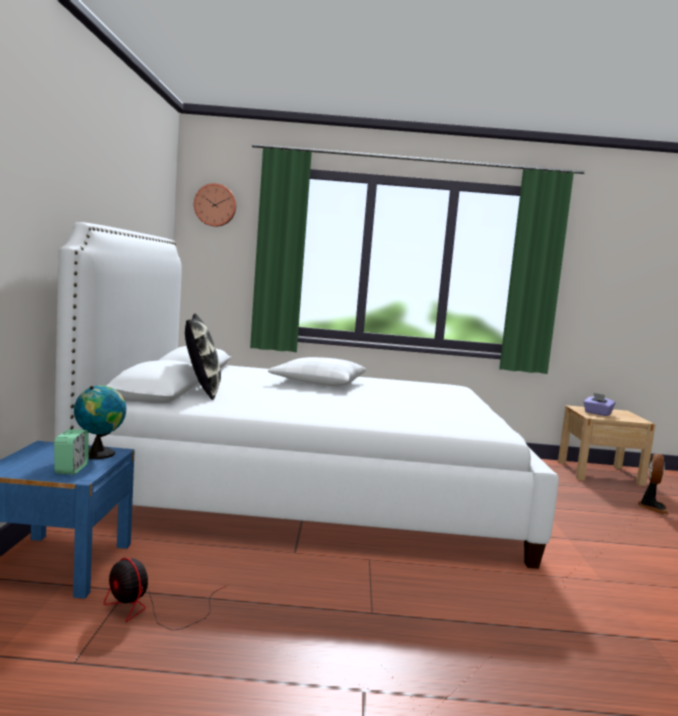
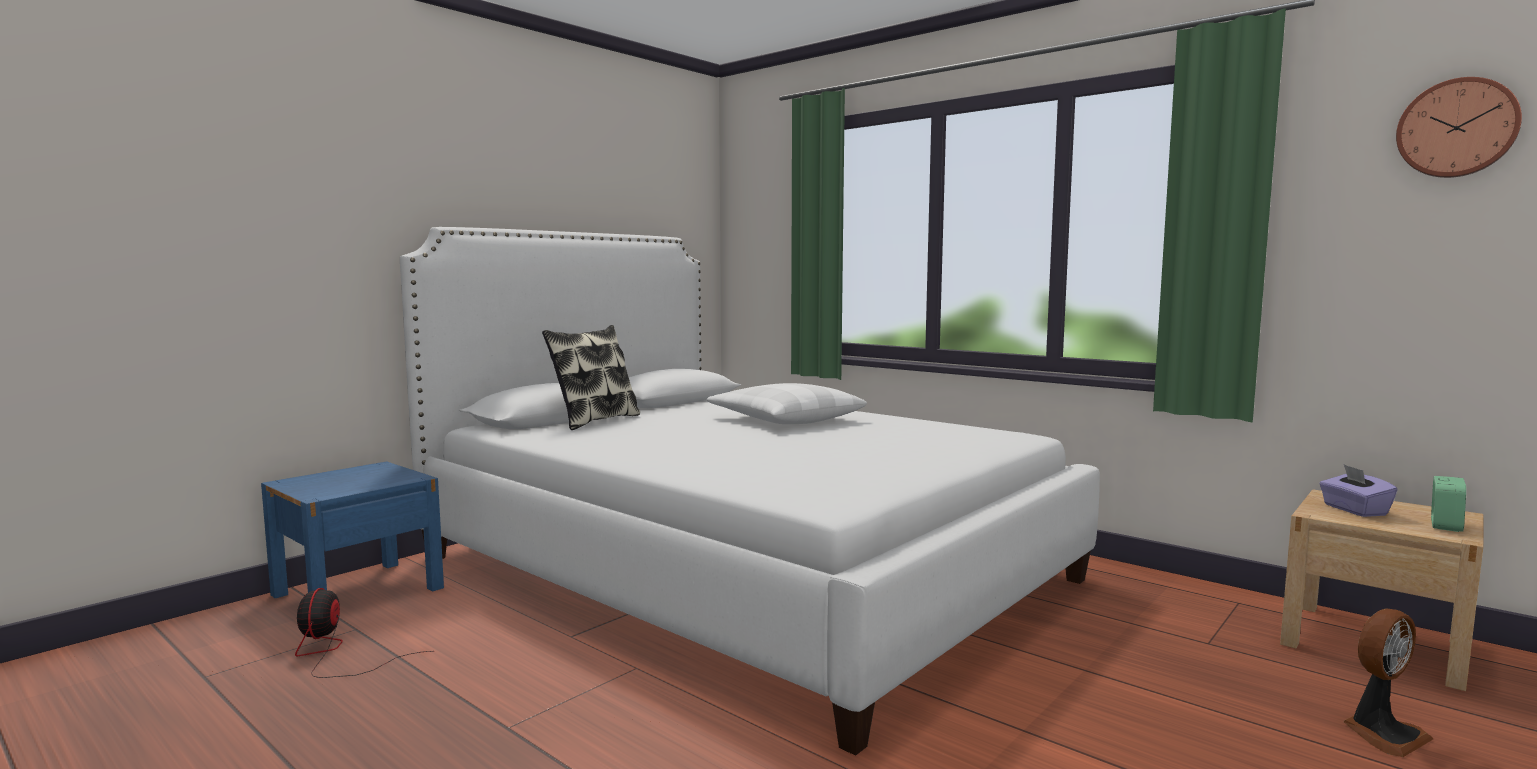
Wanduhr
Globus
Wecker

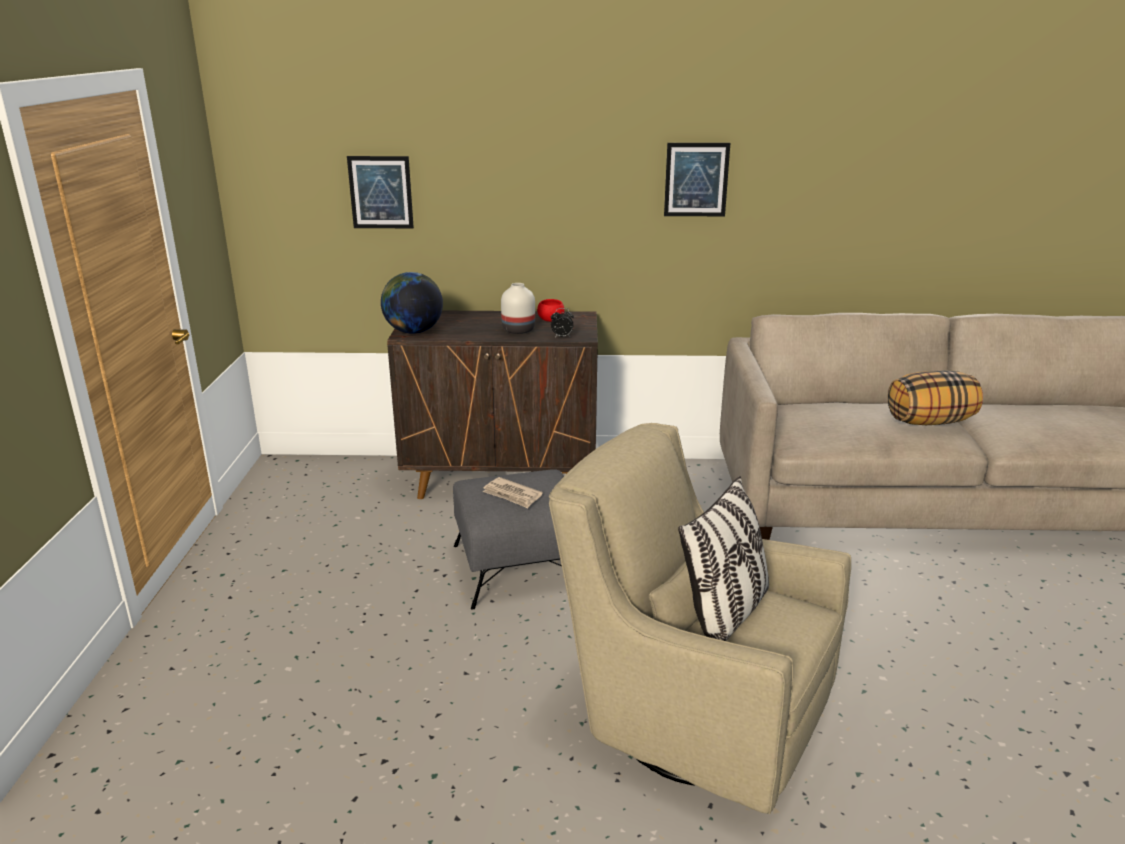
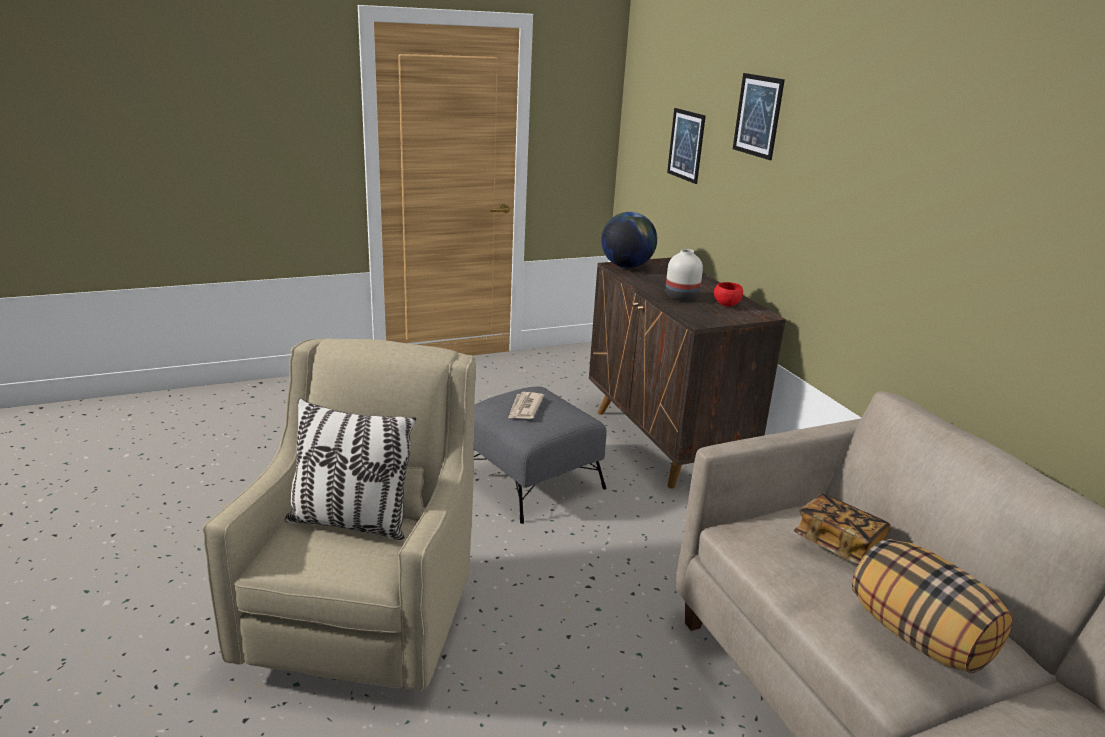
Bild (2nd from left)
Wecker
Buch

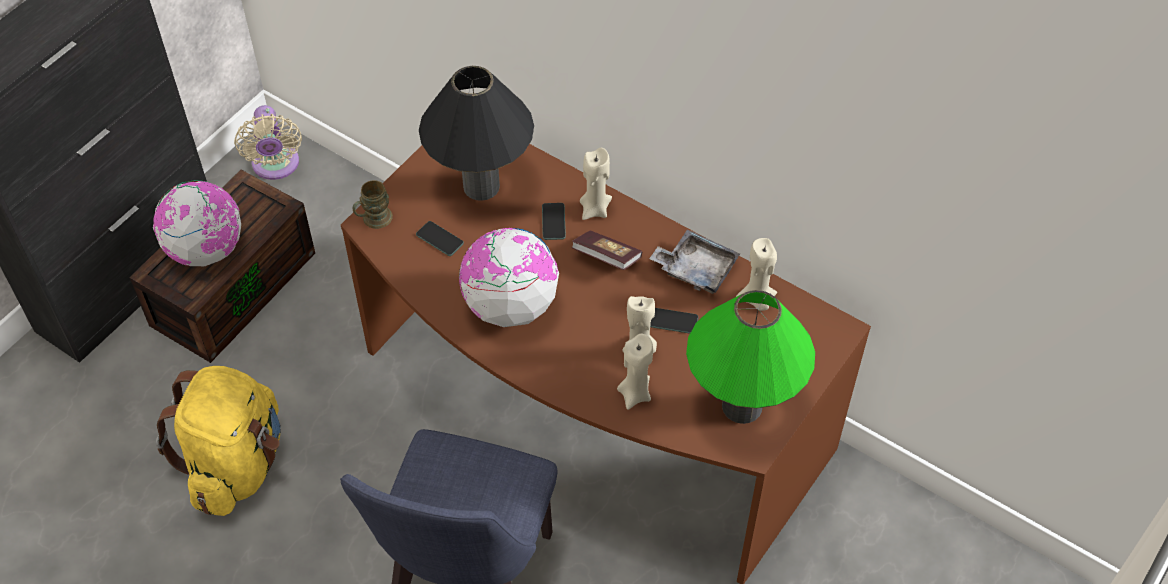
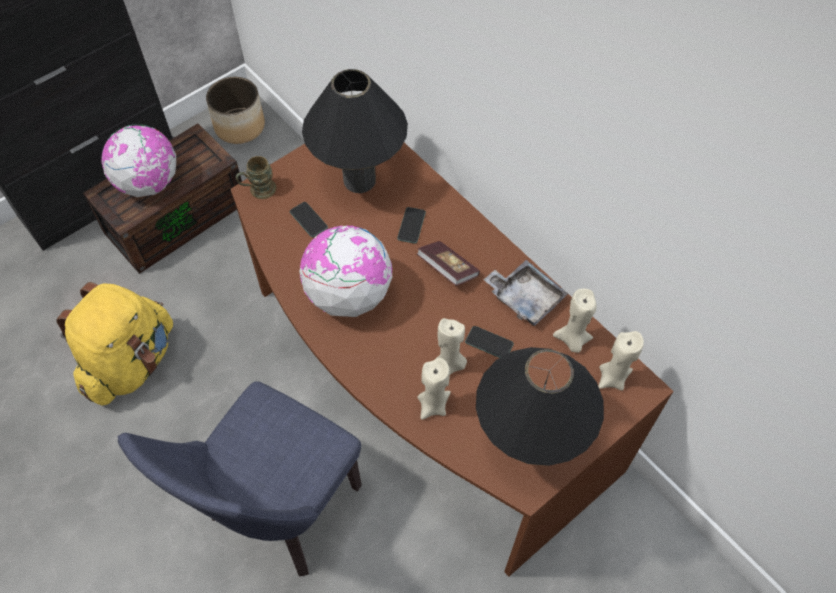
Pflanzkübel
Kerze [beige] (4th from left)
Tischlampe [schwarz] (2nd from left)

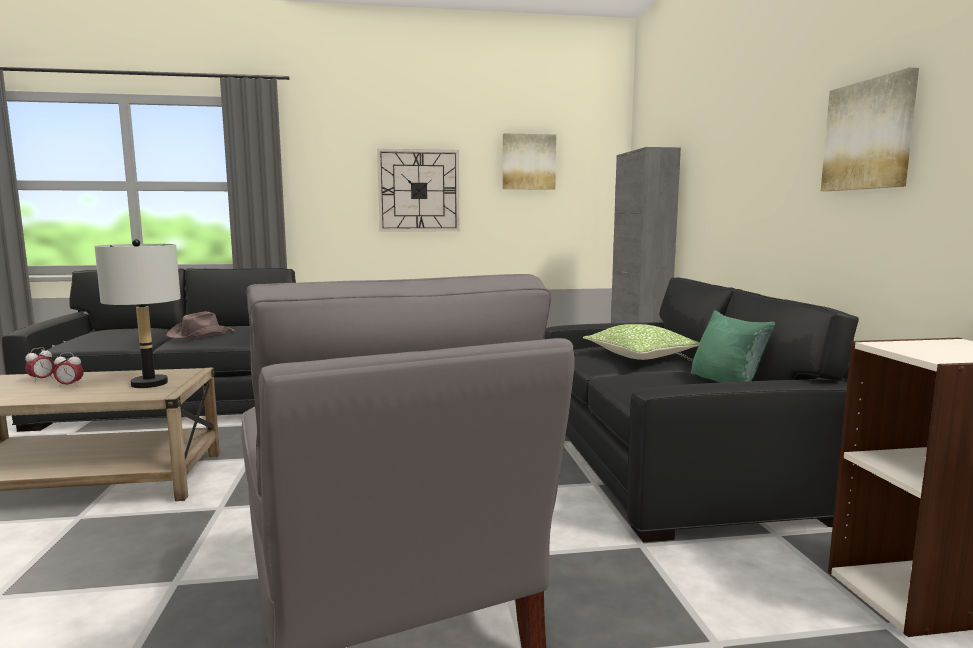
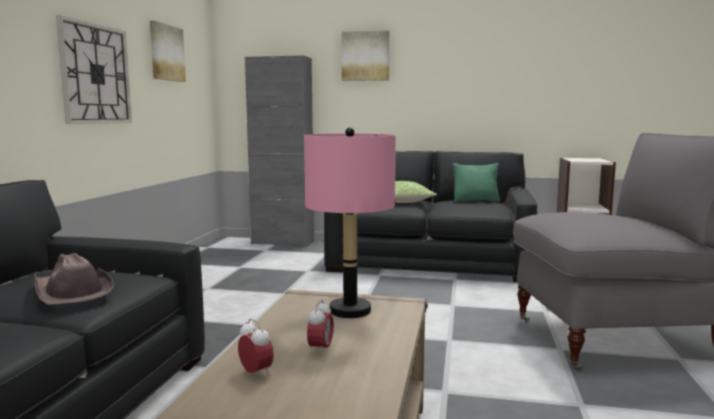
Bild (2nd from left)
Tischlampe [rosa]

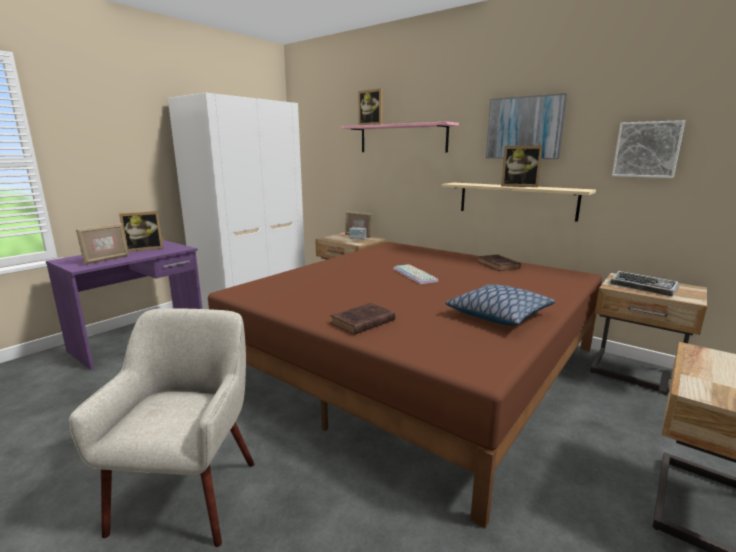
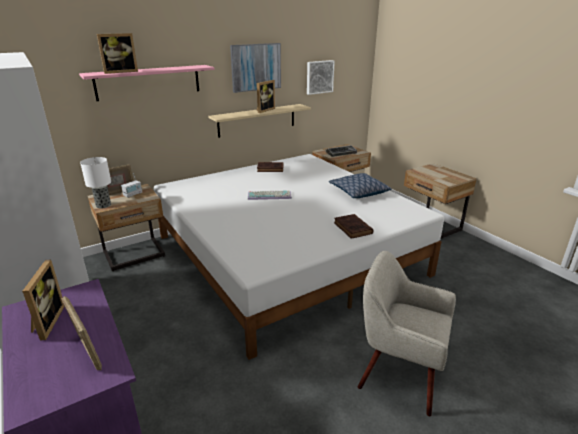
Bett [weiß]
Tischlampe

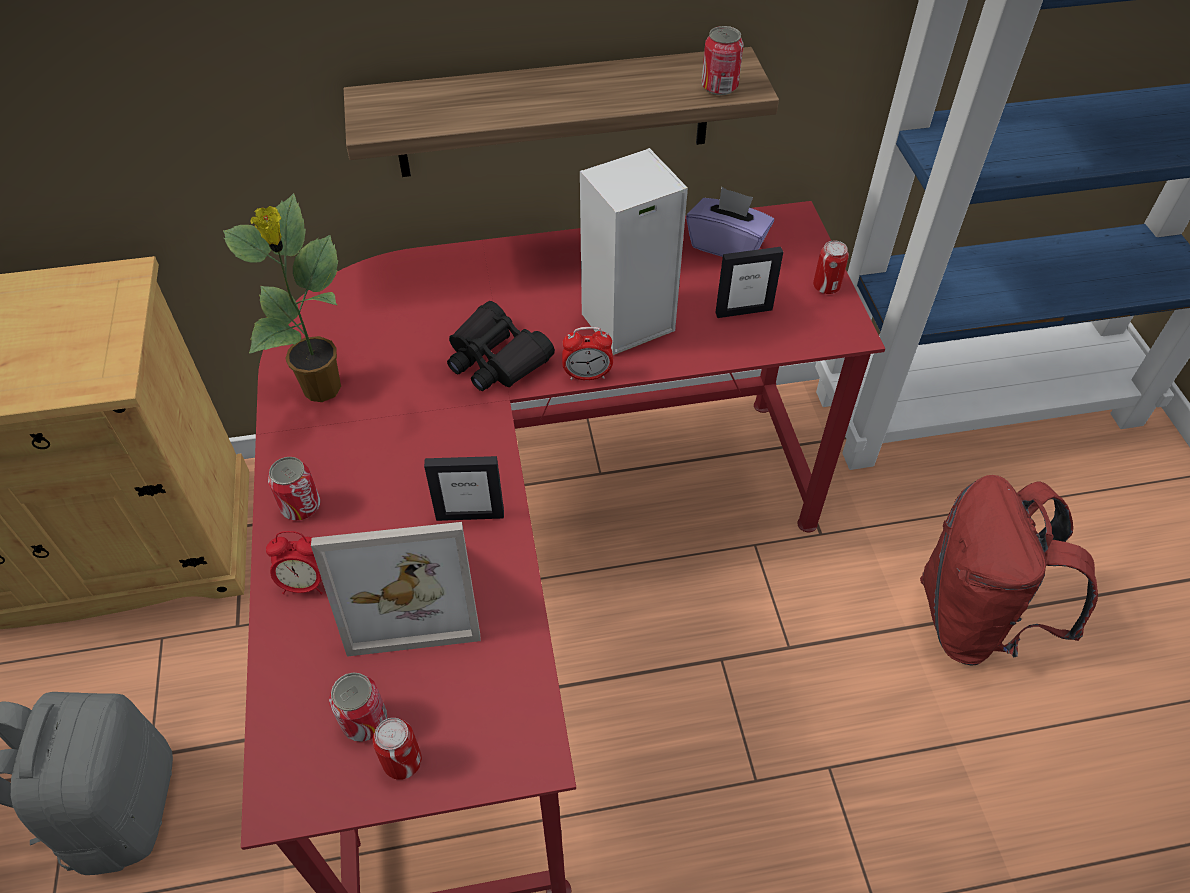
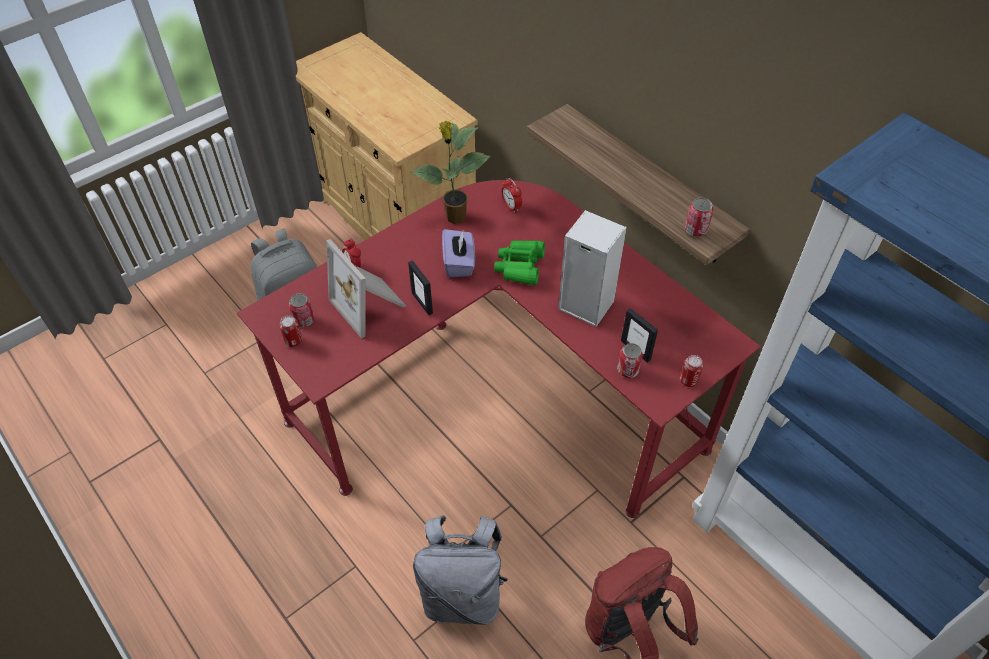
Taschentuchbox [lila]
Fernglas [grün]
Wecker (2nd from left)
Dose (3rd from left)
Rucksack [grau] (2nd from left)

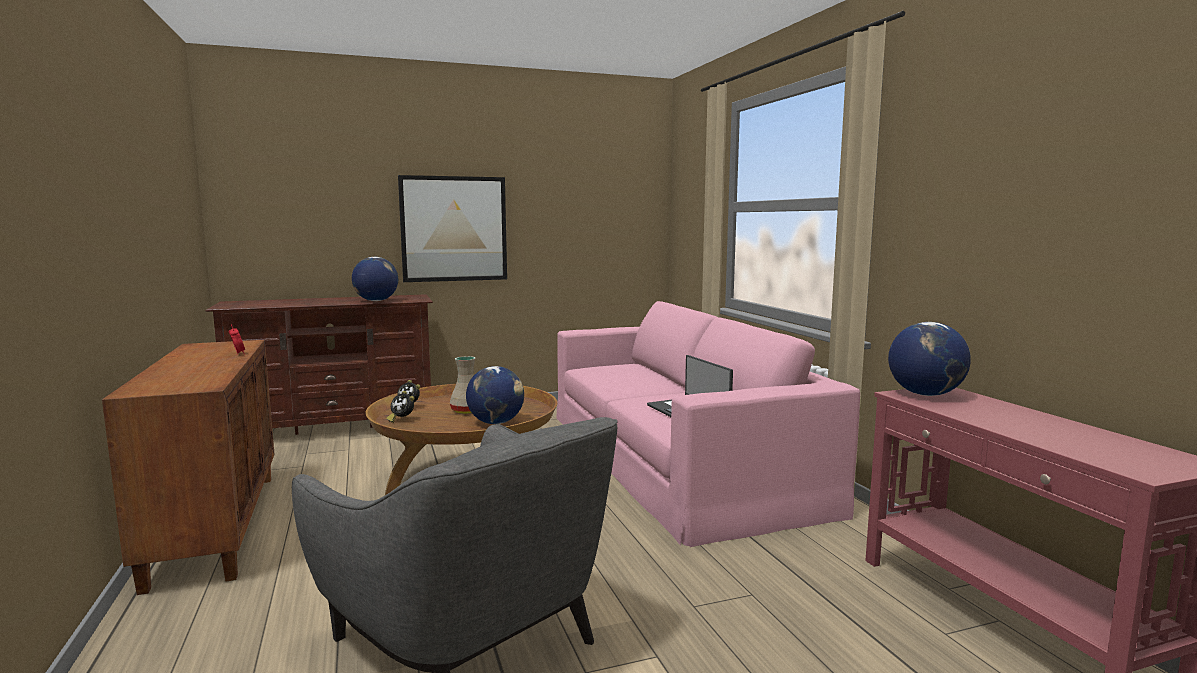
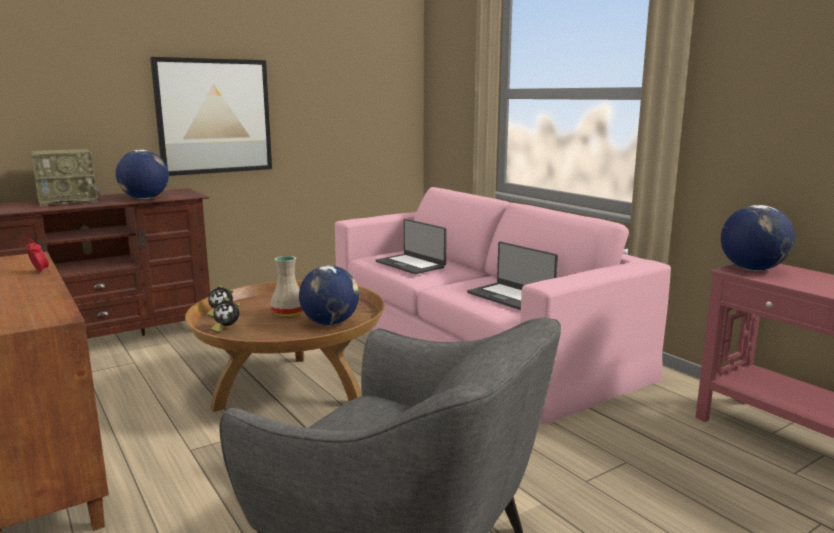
Radio
Laptop (1st from left)

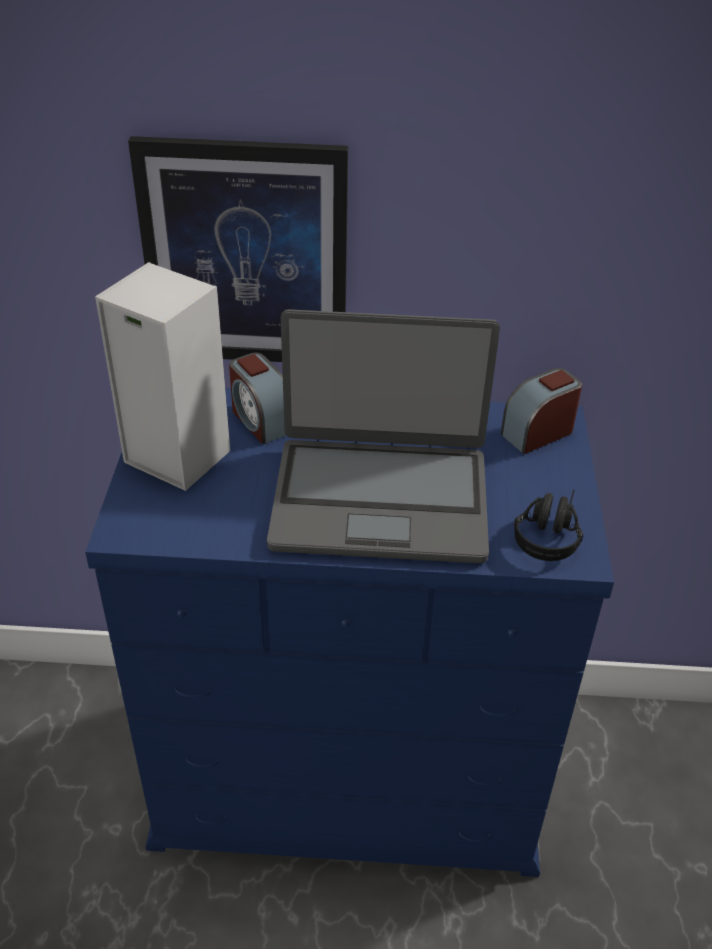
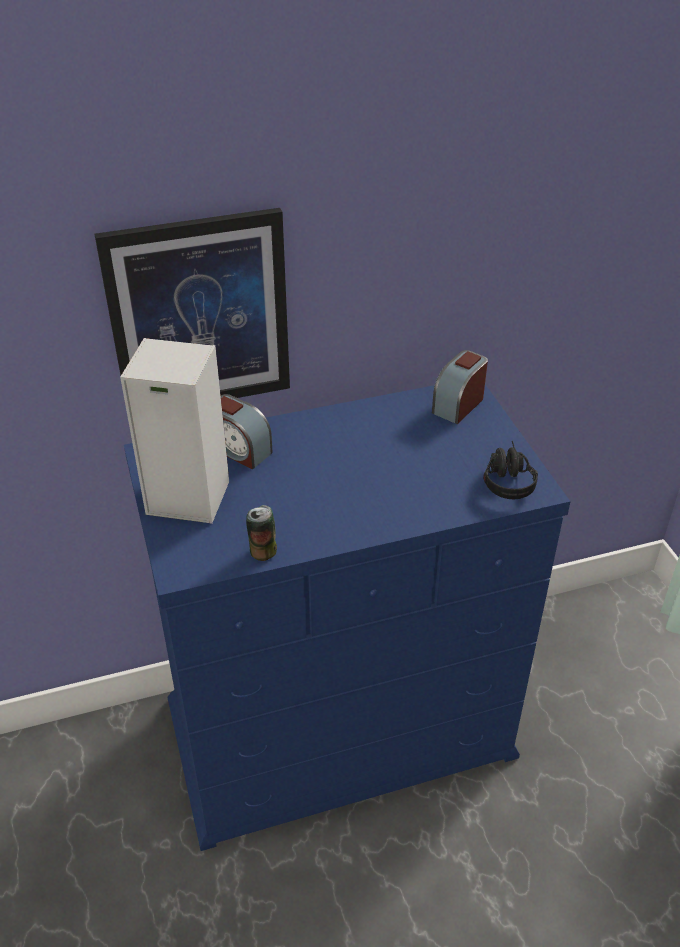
Laptop
Dose

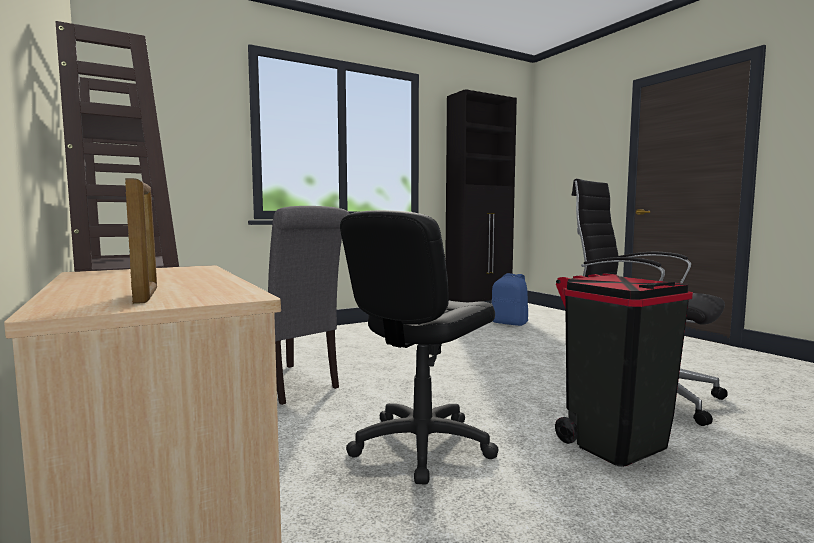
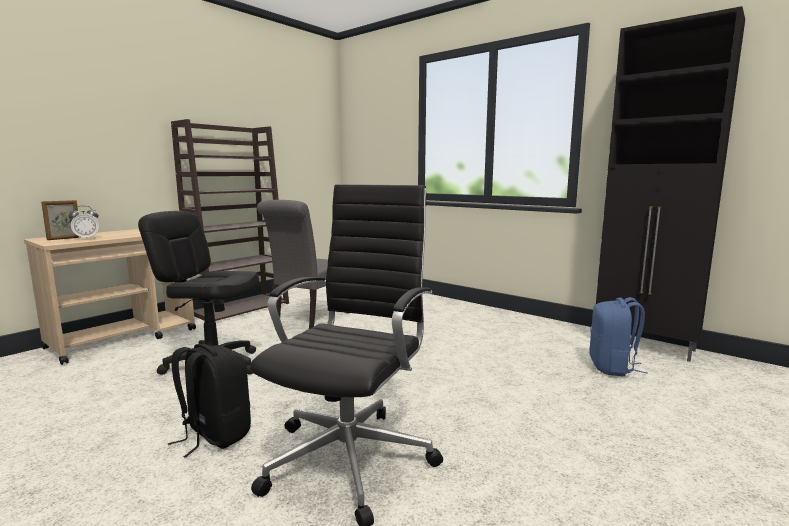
Rucksack [schwarz]
Wecker

